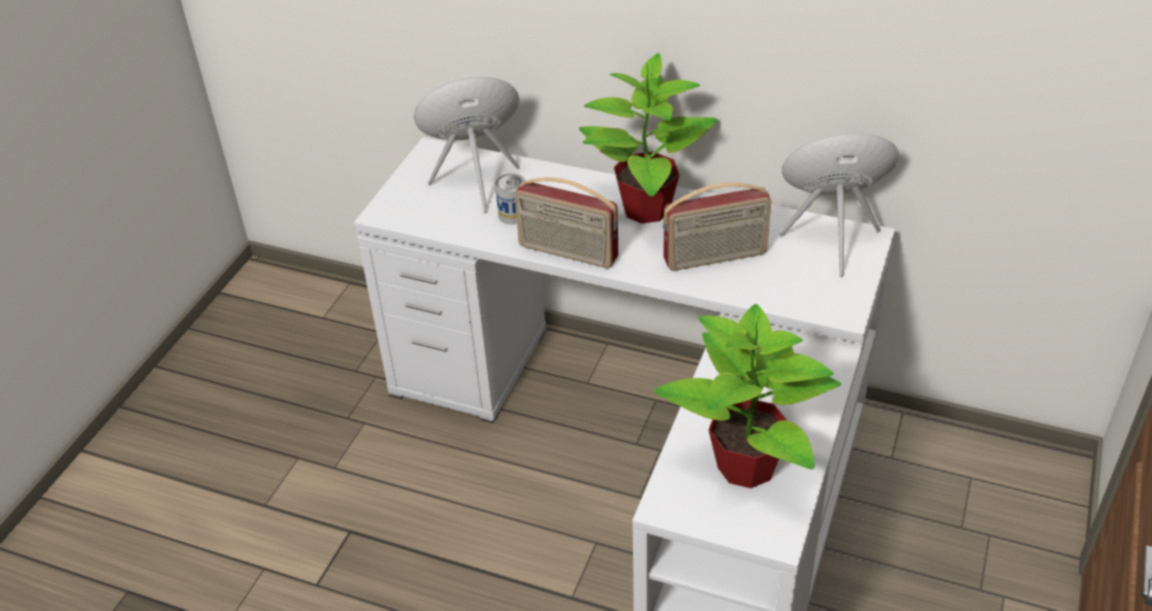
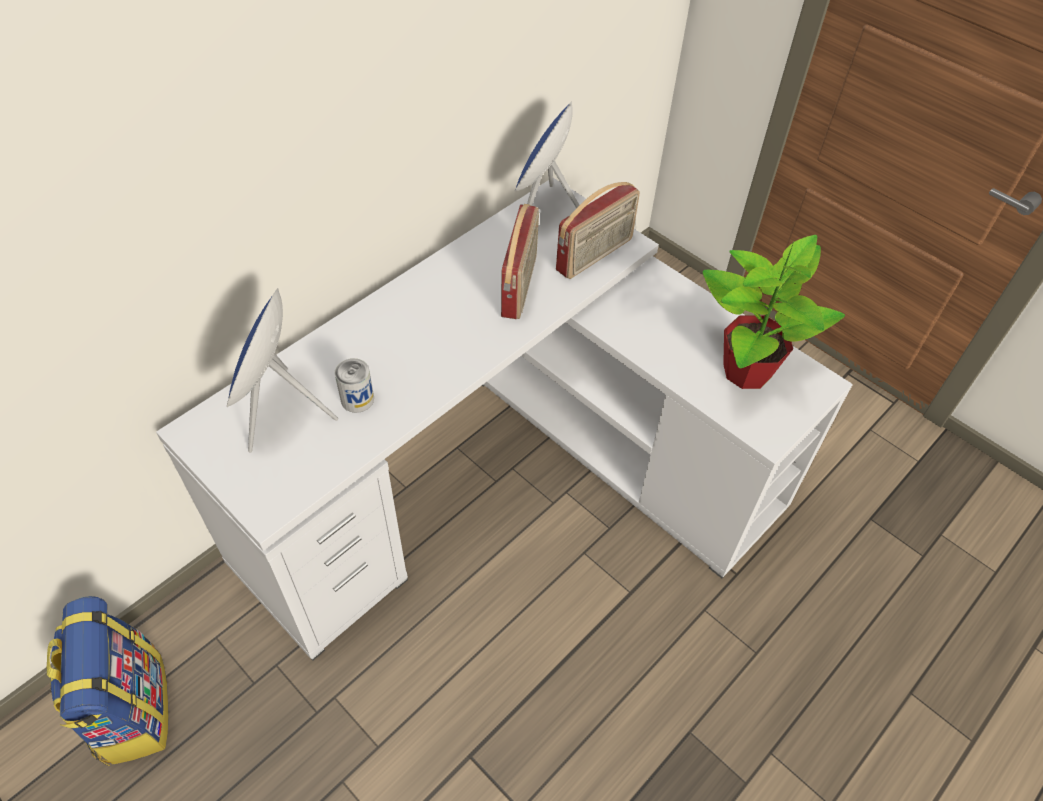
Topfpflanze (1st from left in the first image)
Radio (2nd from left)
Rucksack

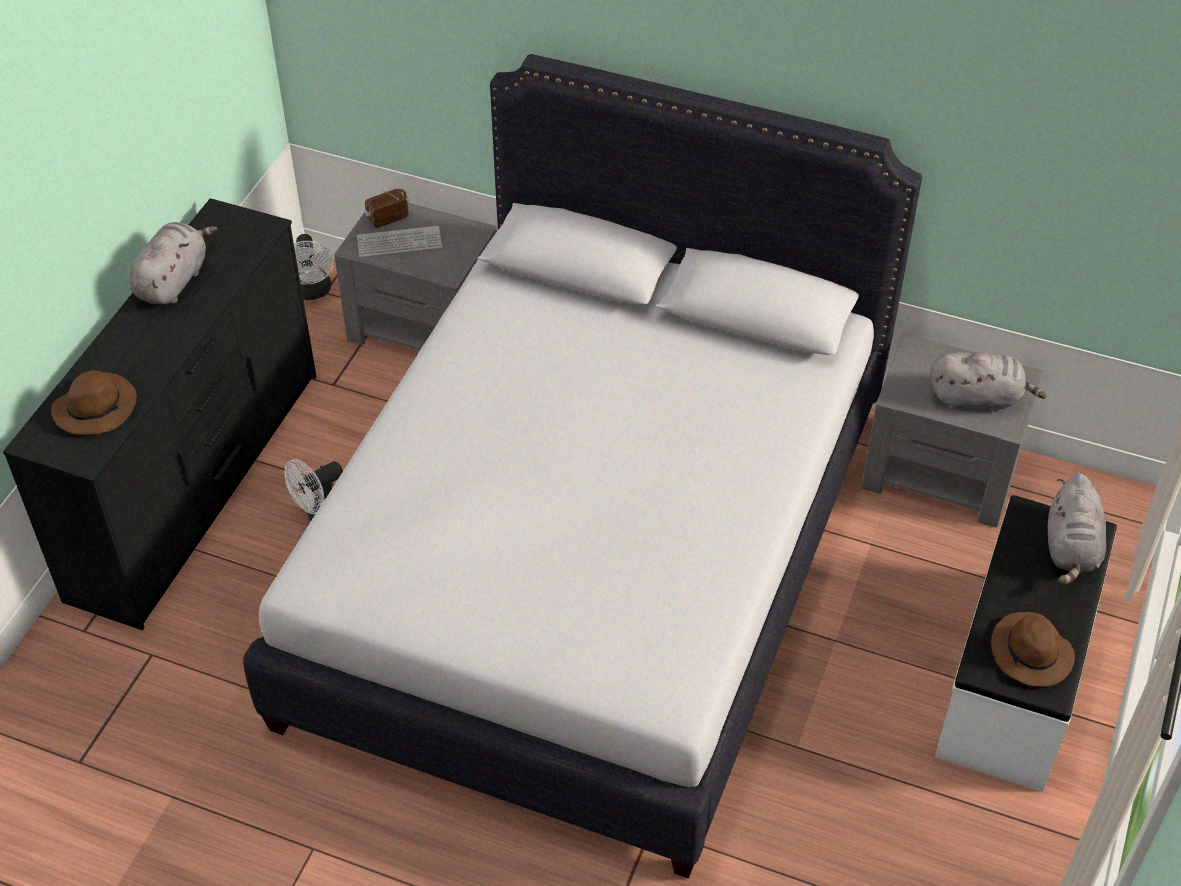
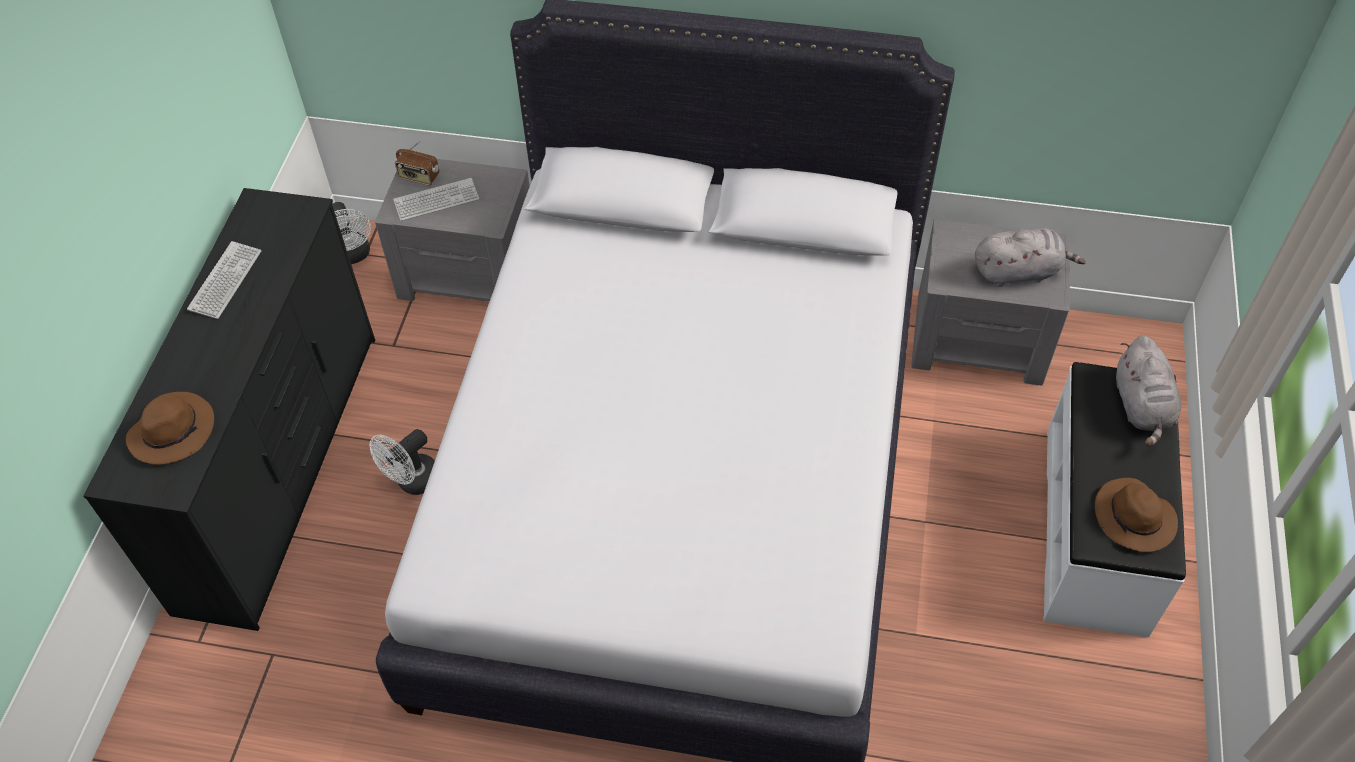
Radio
Tastatur (1st from left)

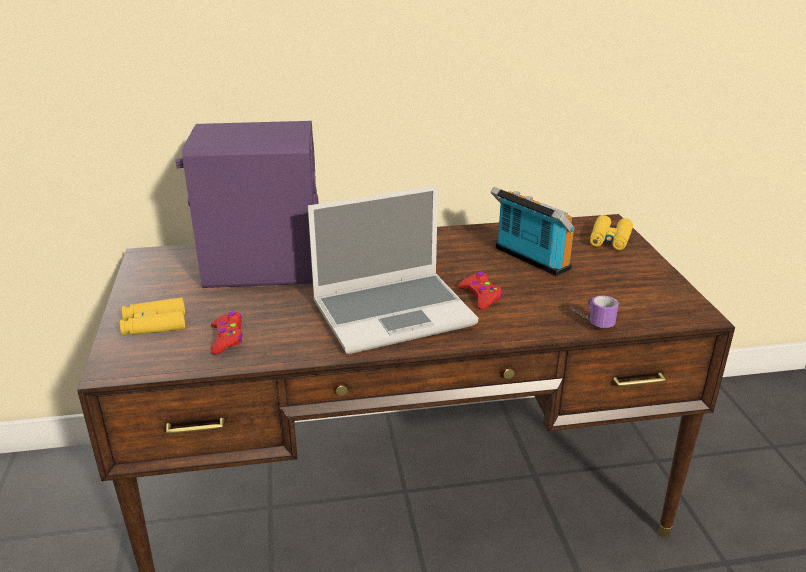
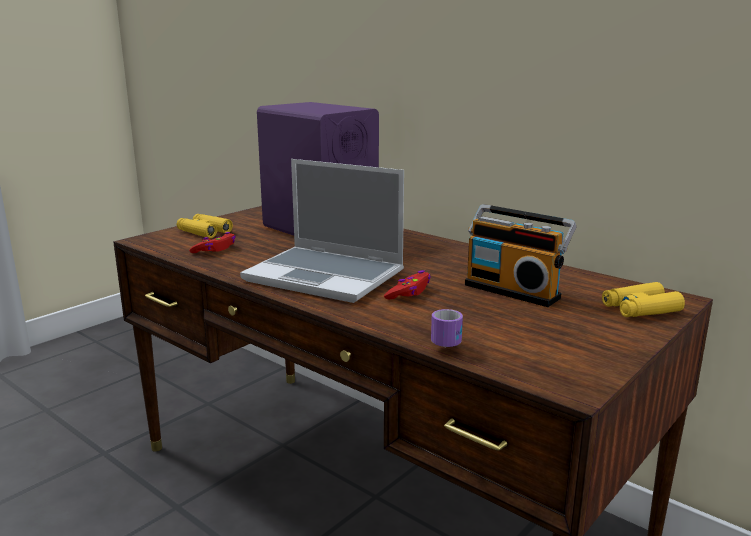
Radio

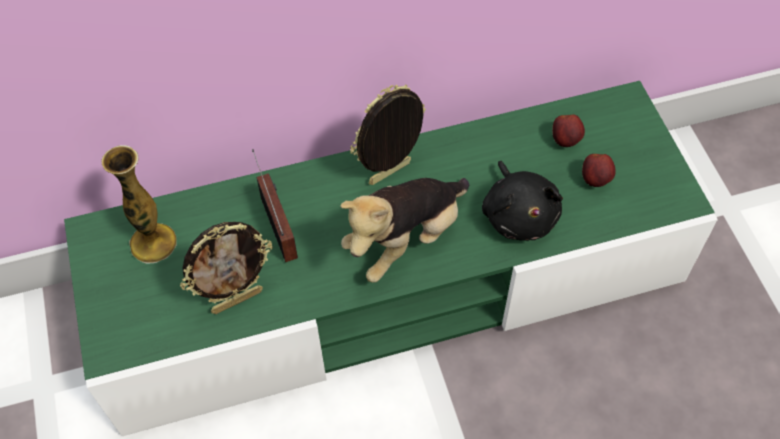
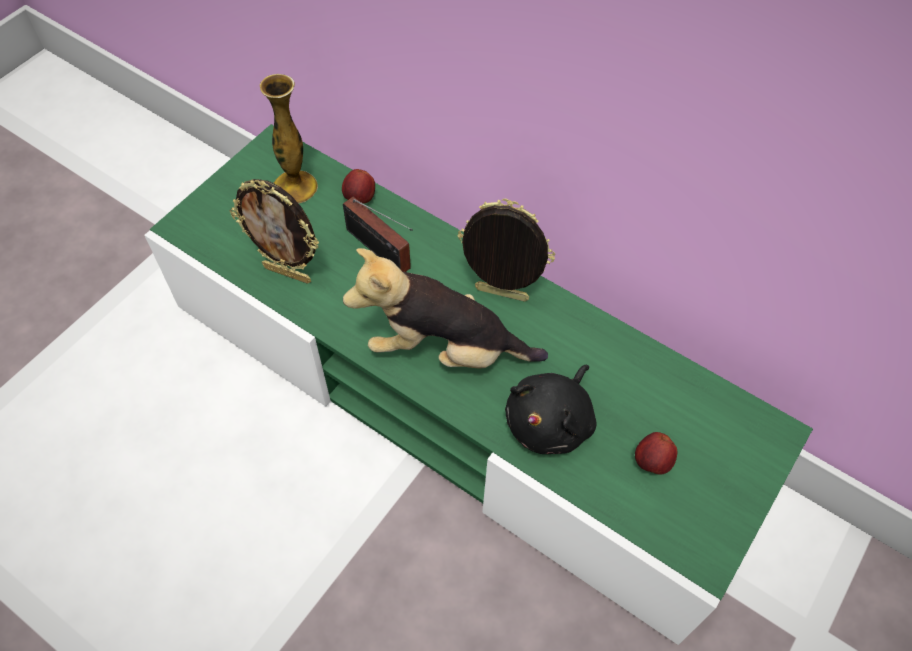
Apfel (1st from left)
Radio

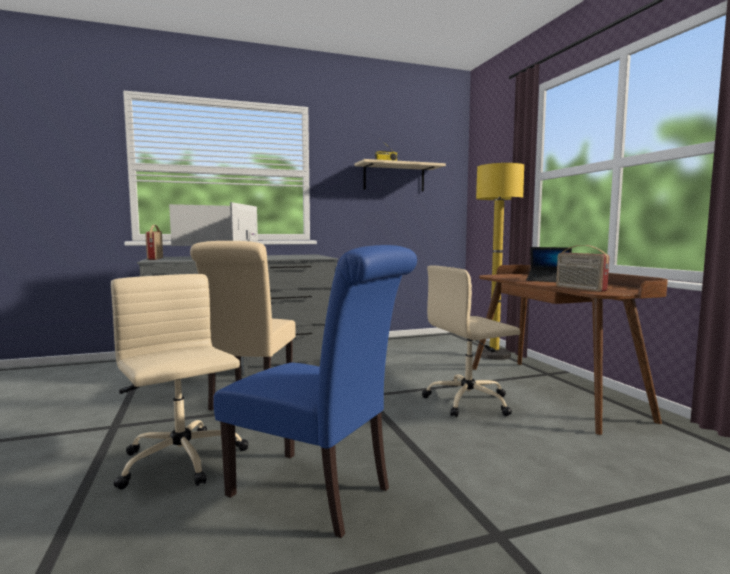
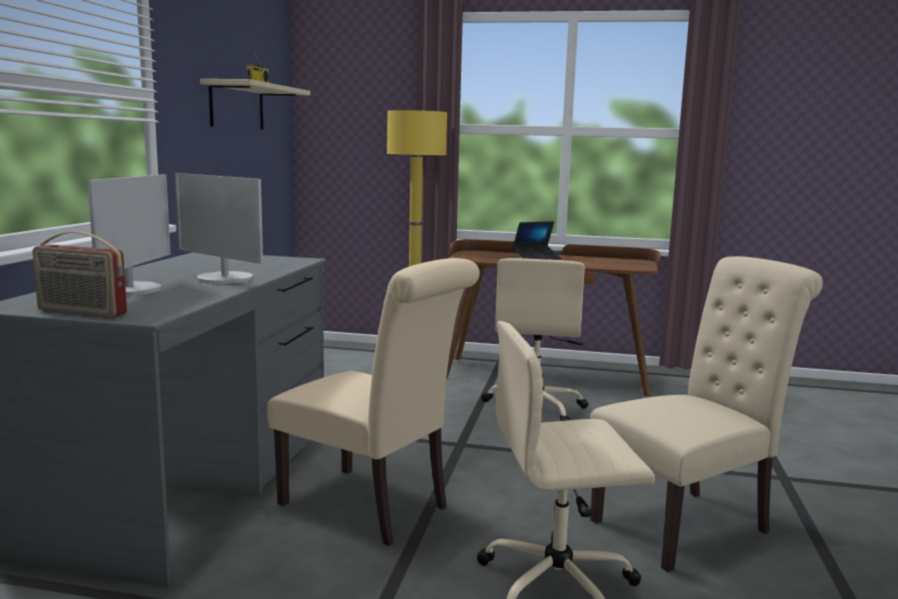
Stuhl [beige] (2nd from left)
Radio (3rd from left in the first image)

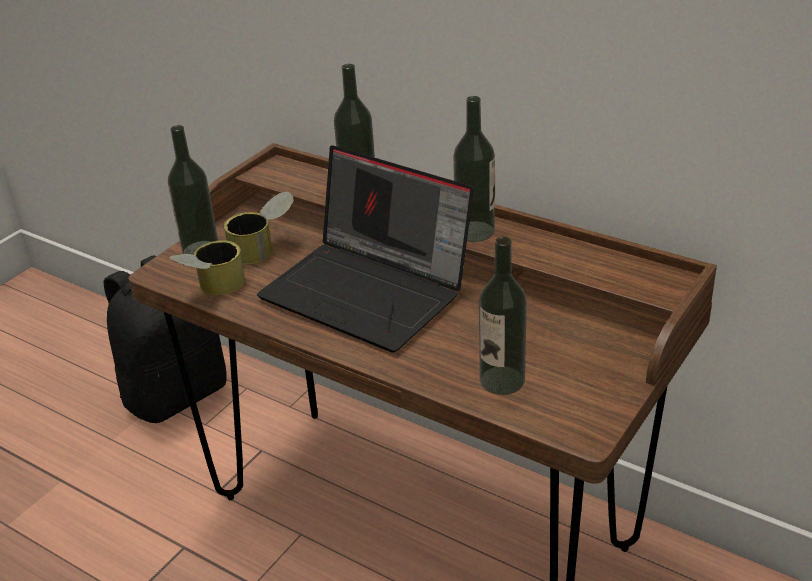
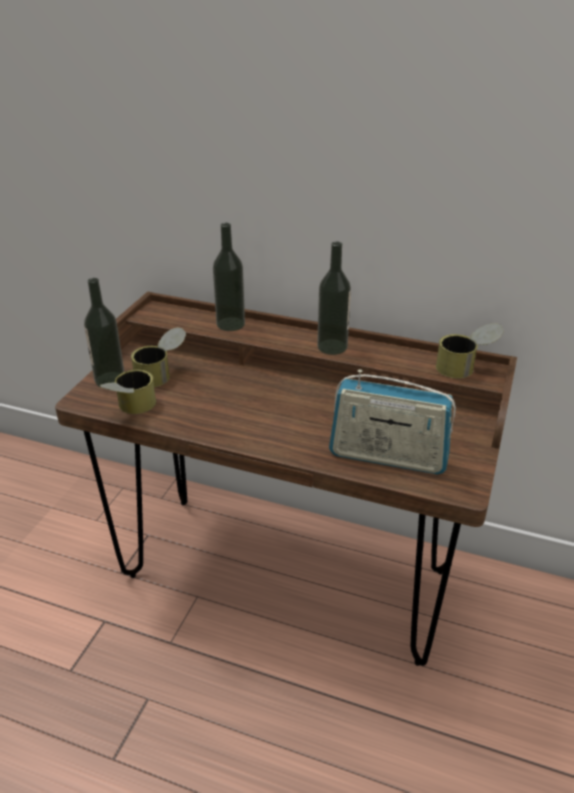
Laptop
Radio
Rucksack [schwarz]
Dose (3rd from left)

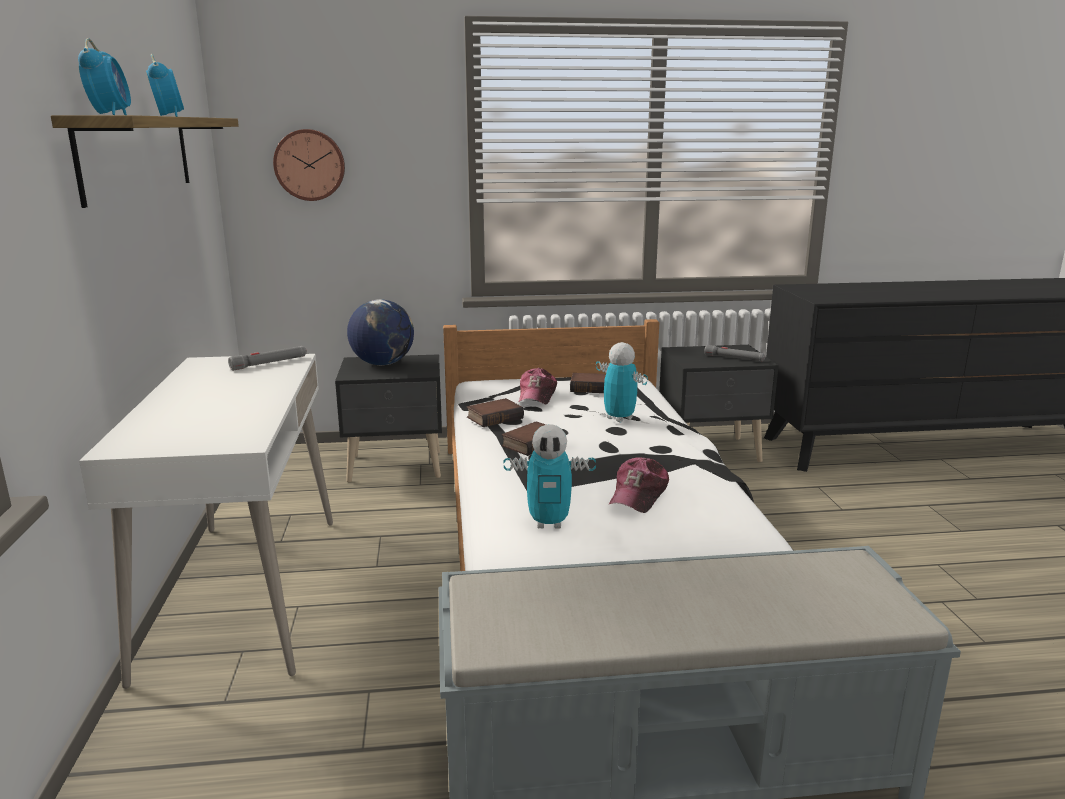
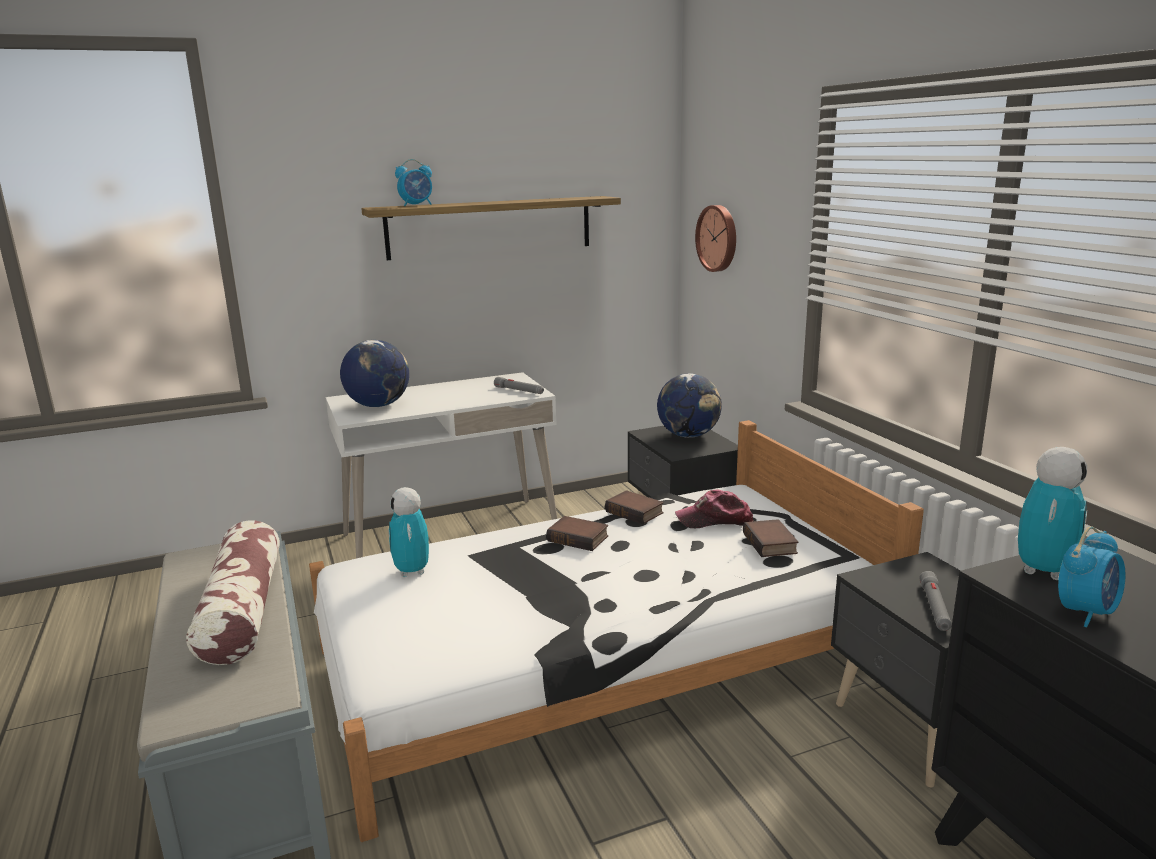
Wecker (2nd from left)
Spielzeugroboter (2nd from left)
Kappe (2nd from left in the first image)
Globus (1st from left)
Kissen

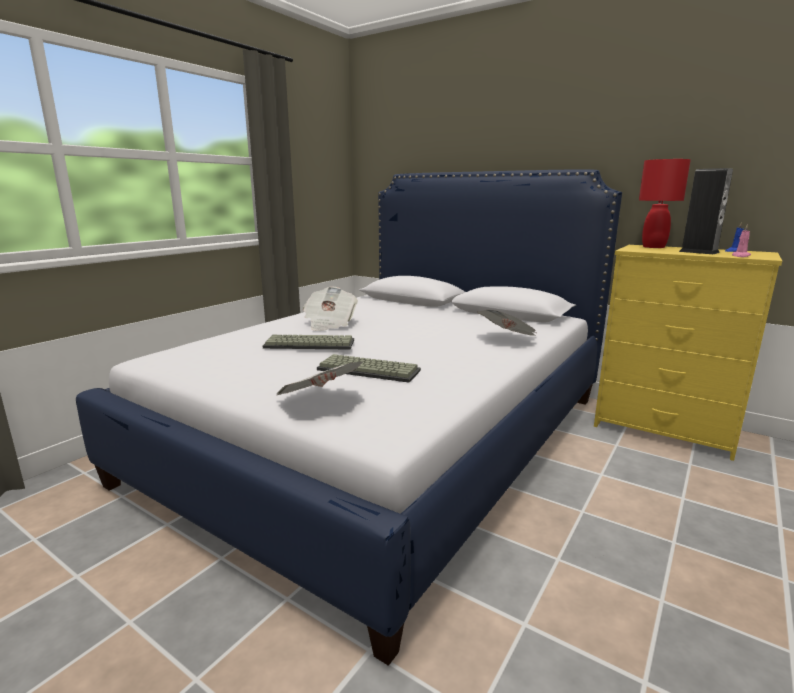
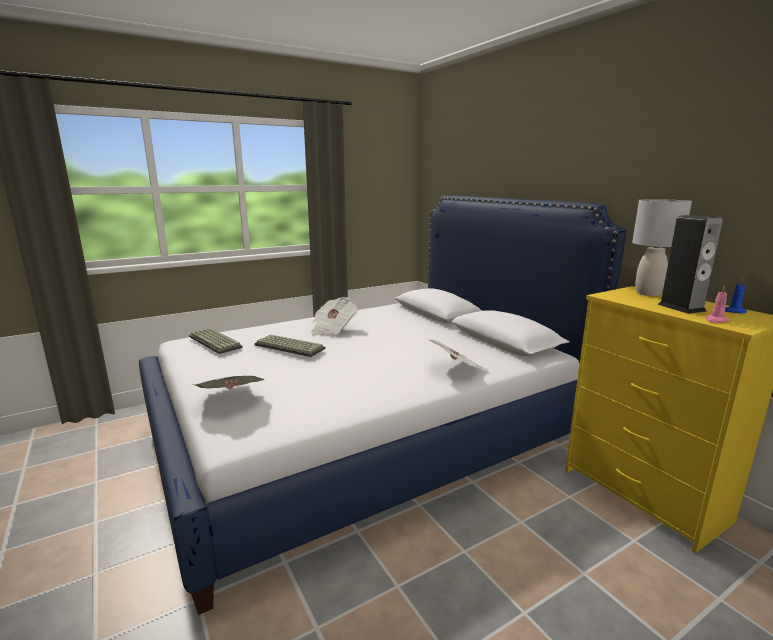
Tischlampe [grau]
Tastatur (1st from left)

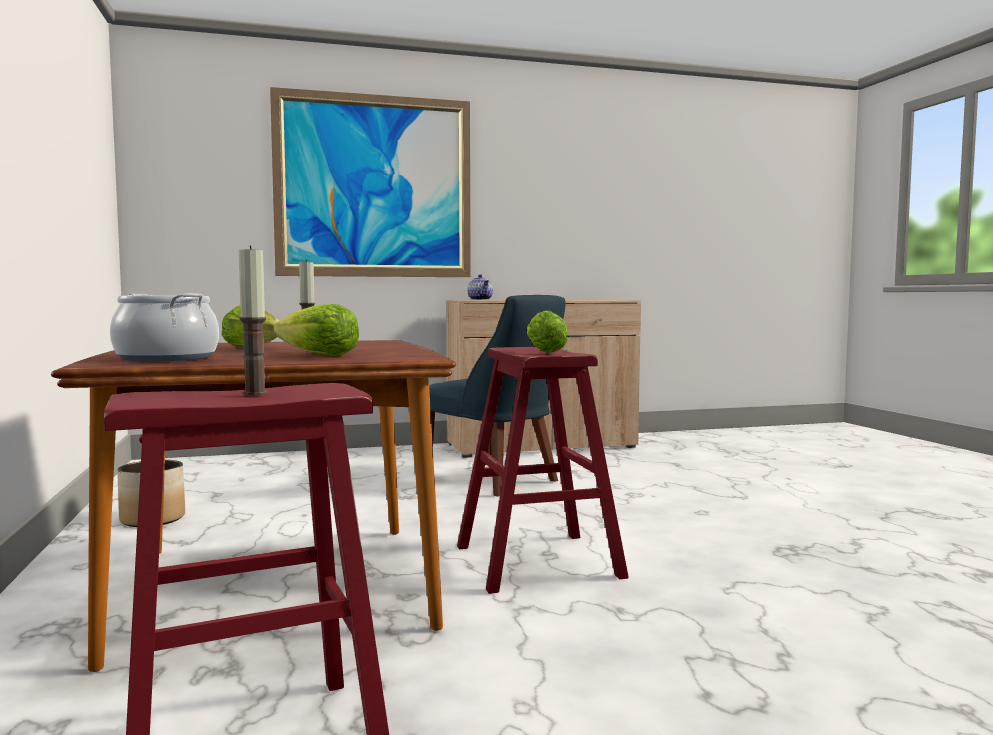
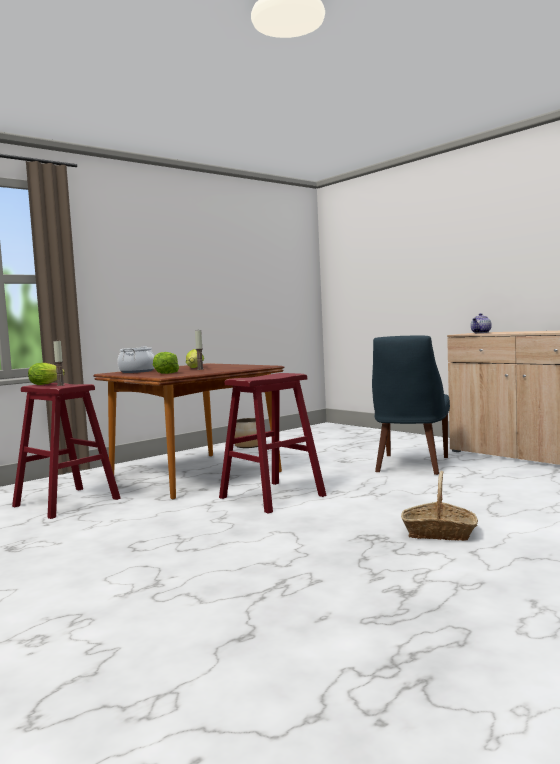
Bild
Salatkopf (1st from left)
Korb

